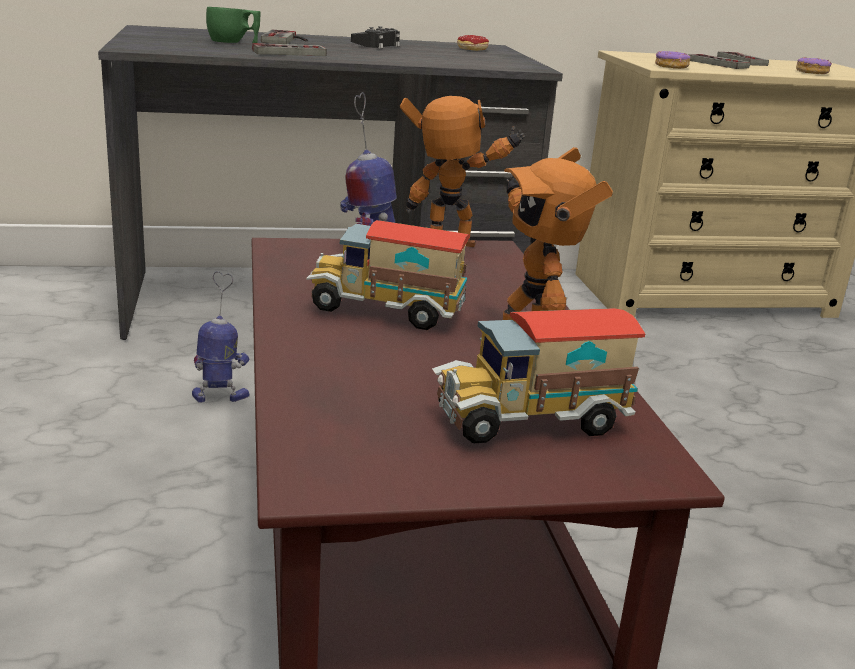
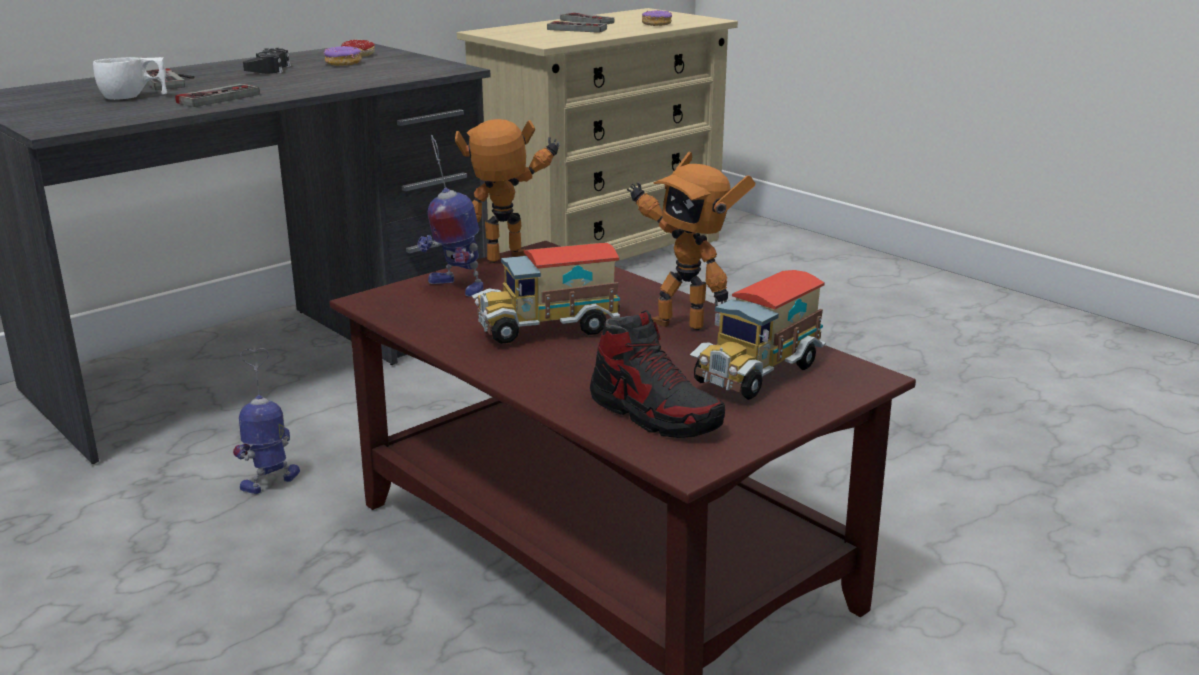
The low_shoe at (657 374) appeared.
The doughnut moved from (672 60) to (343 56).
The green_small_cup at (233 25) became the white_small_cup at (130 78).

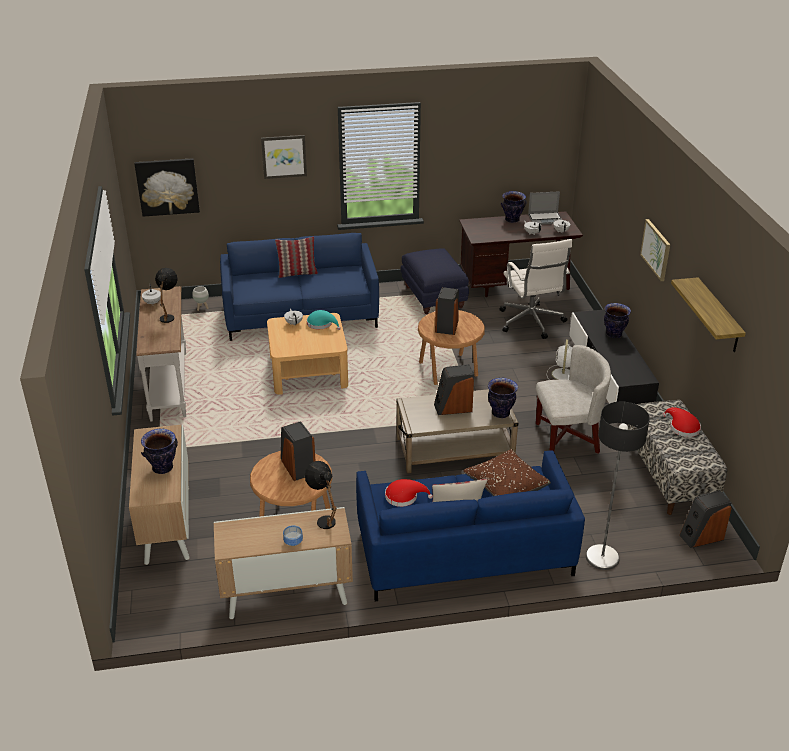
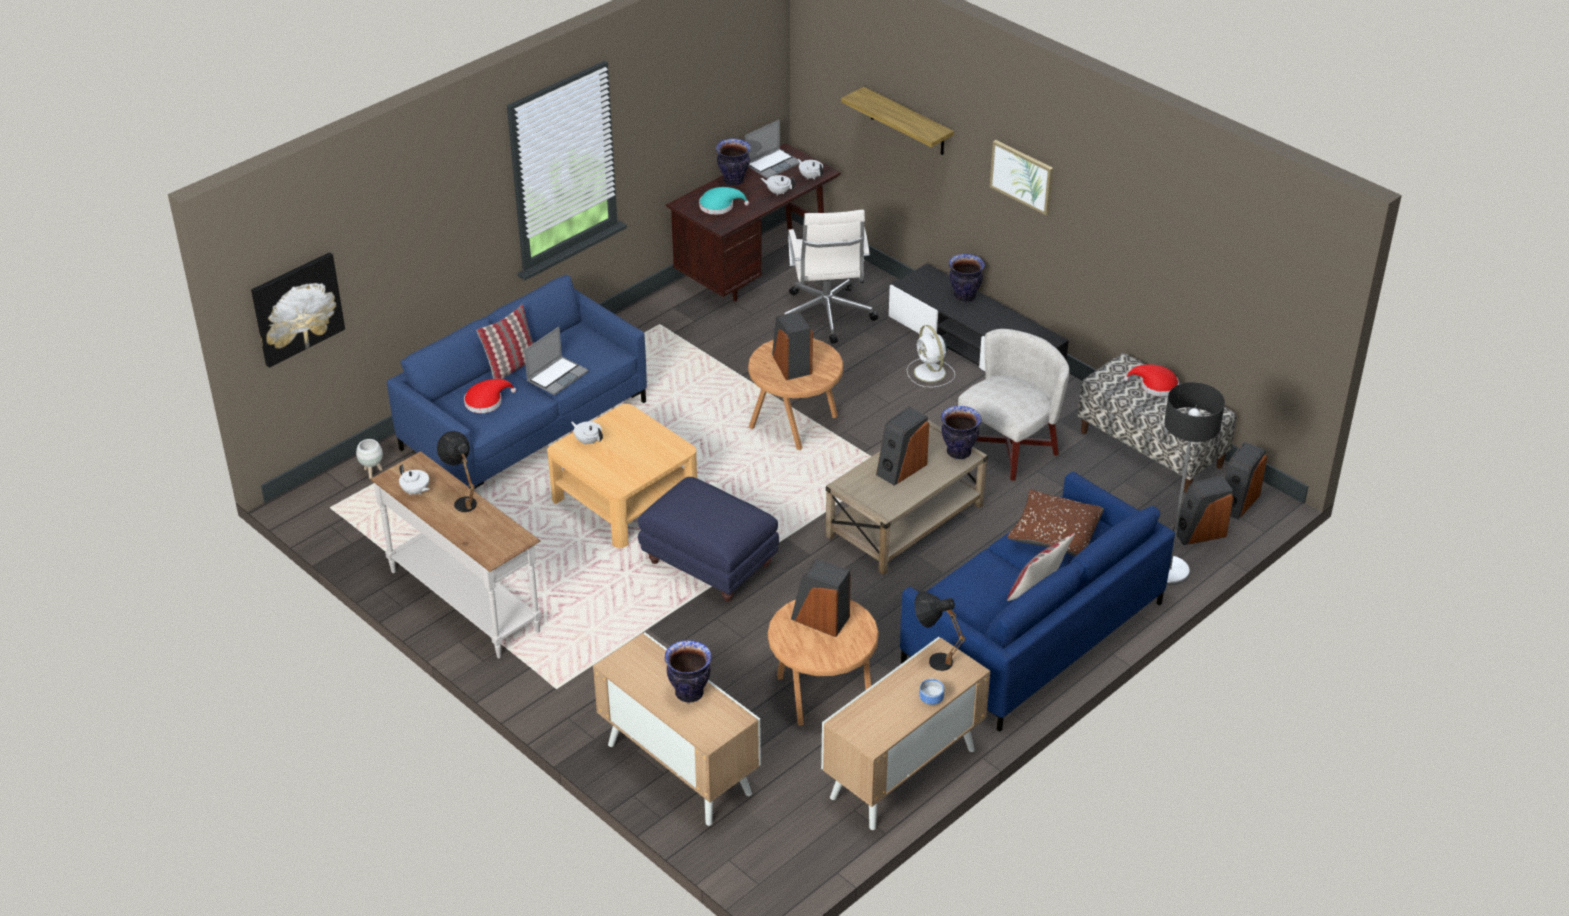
The picture at (284 157) disappeared.
The laptop at (556 361) appeared.
The speaker at (1203 510) appeared.
The turquoise-coloured_clothing_hat moved from (324 320) to (724 201).
The red_clothing_hat moved from (409 493) to (490 396).
The blue-coloured_pouffe moved from (435 281) to (708 539).
The wall_shelf moved from (708 314) to (897 121).
The white_office_chair at (535 289) turned 45 degrees clockwise.

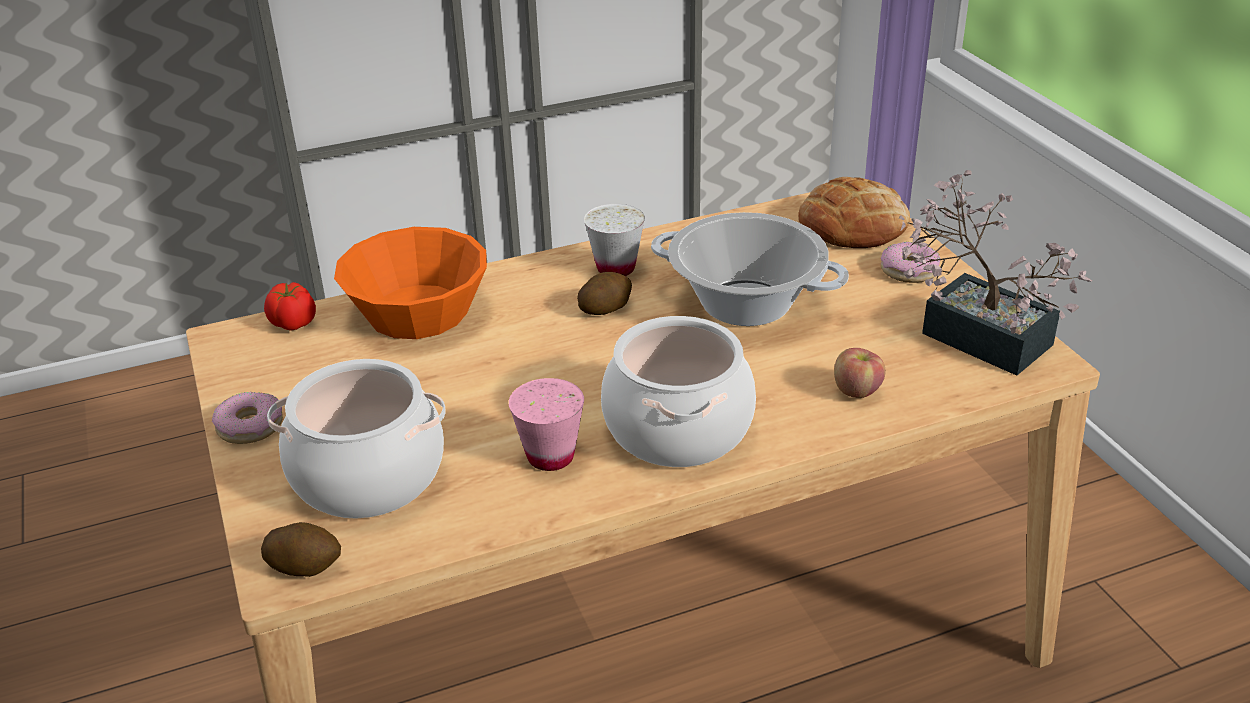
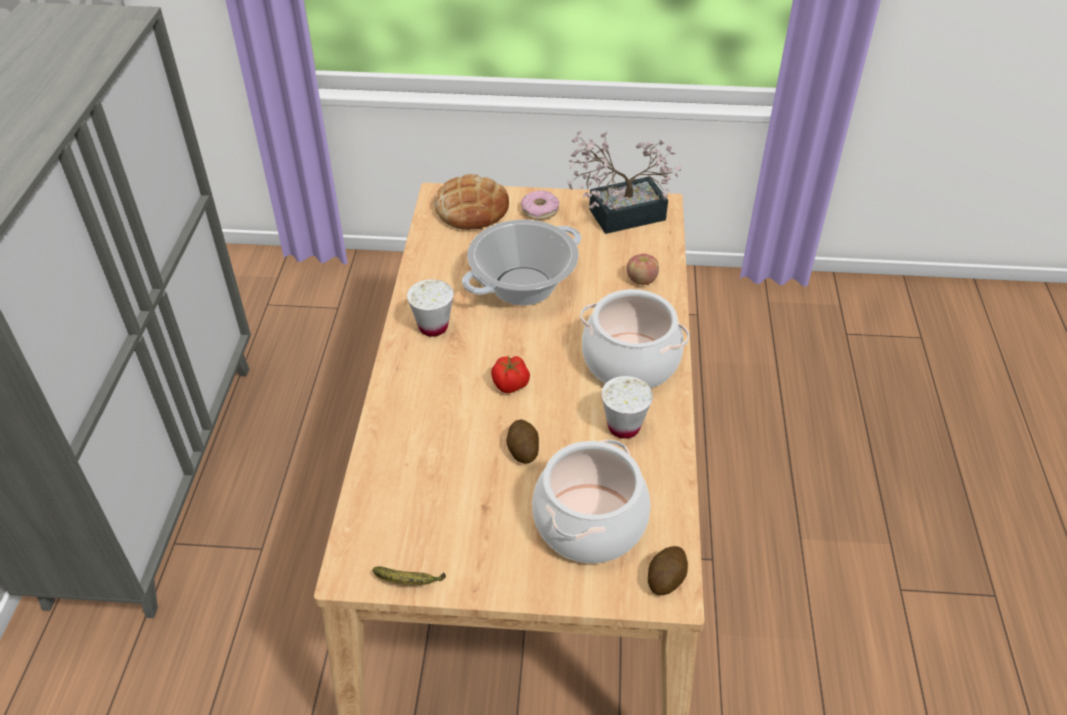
The doughnut at (247 418) disappeared.
The orange_bowl at (410 283) disappeared.
The banana at (409 575) appeared.
The fresh_tomato moved from (290 306) to (510 374).
The spud moved from (604 293) to (522 441).
The pink-coloured_small_cup at (546 424) became the white_small_cup at (627 407).

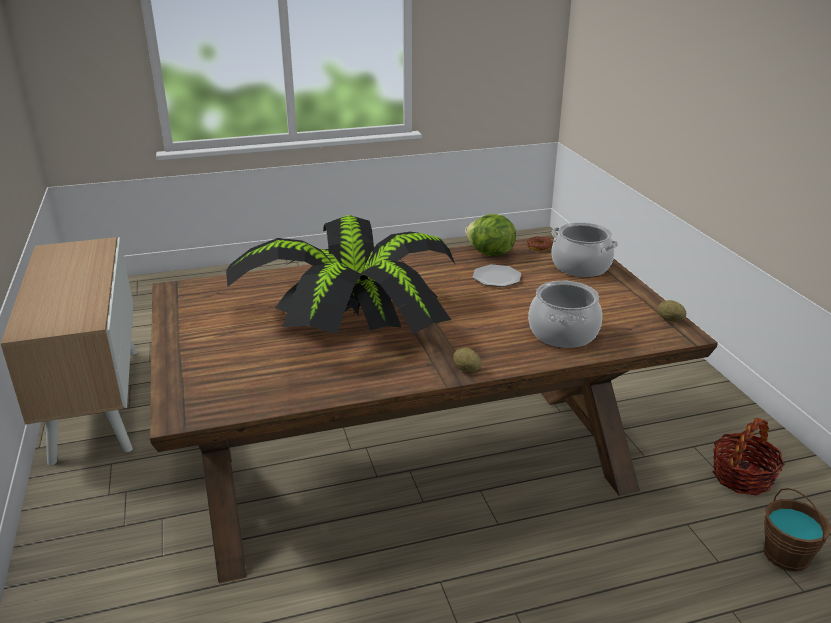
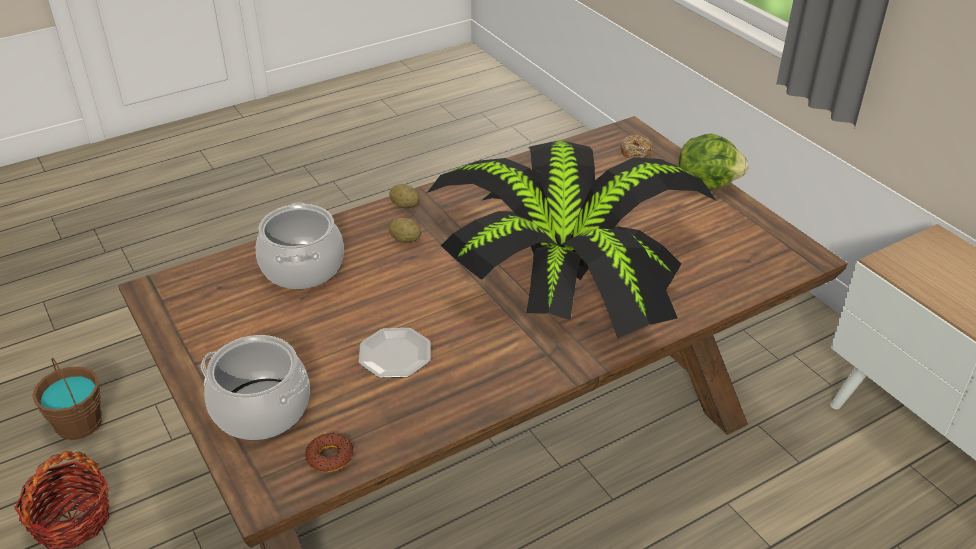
The doughnut at (636 146) appeared.
The lettuce_head moved from (490 235) to (714 161).
The spud moved from (671 311) to (405 230).

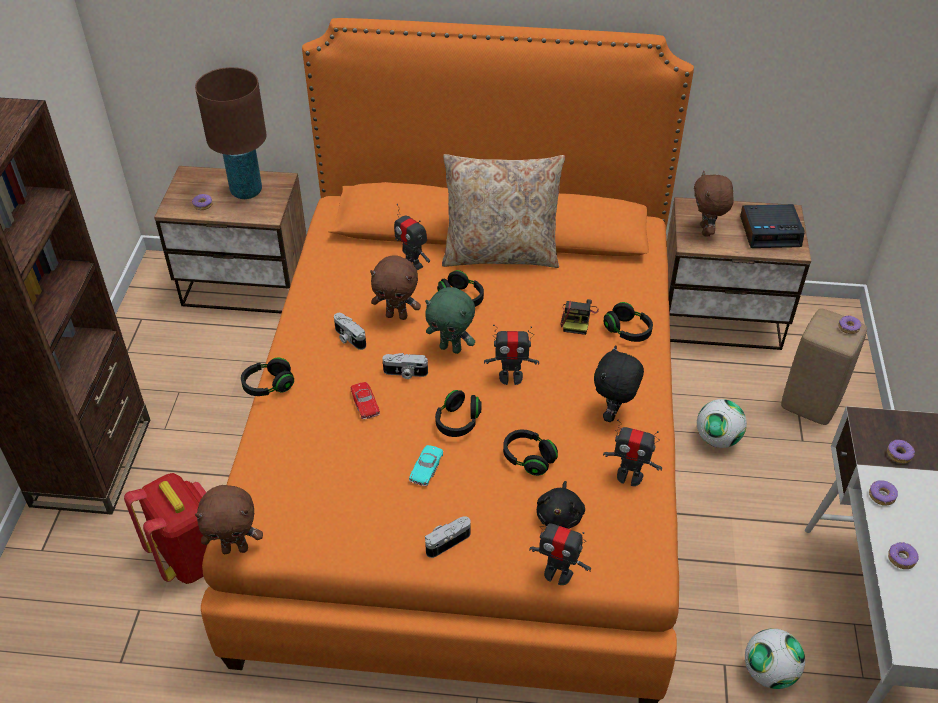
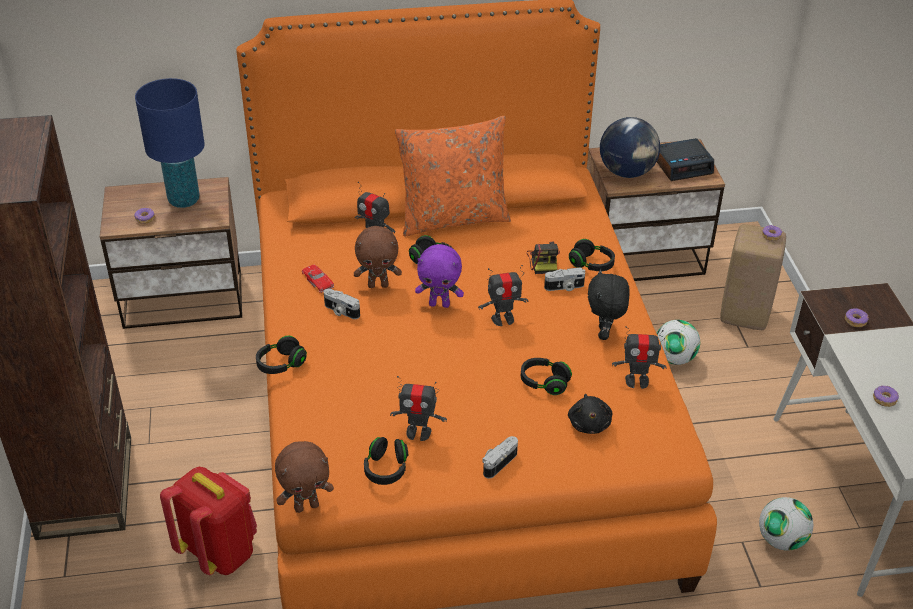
The turquoise-coloured_toy_car at (426 465) disappeared.
The doughnut at (883 493) disappeared.
The red_toy_car moved from (365 400) to (318 279).
The still_camera moved from (405 366) to (564 279).
The blackish_headset moved from (458 413) to (386 461).
The model_robot moved from (560 550) to (418 408).
The brownish_cuddly_toy at (714 203) was replaced by the globe at (630 147).
The brownish_lamp_for_a_table at (231 133) became the blue-coloured_lamp_for_a_table at (170 143).
The green_cuddly_toy at (450 320) became the purple-coloured_cuddly_toy at (439 276).
The sand-coloured_throw_pillow at (503 211) became the orange_throw_pillow at (453 176).

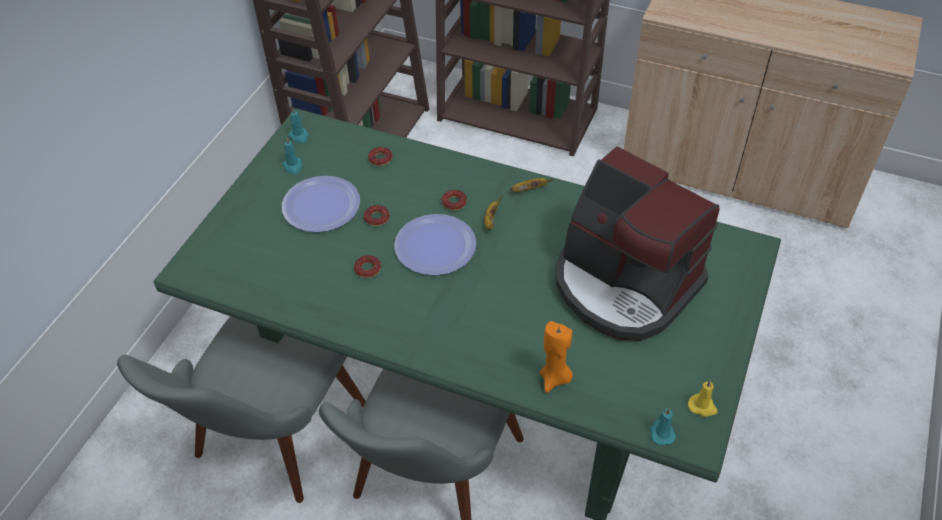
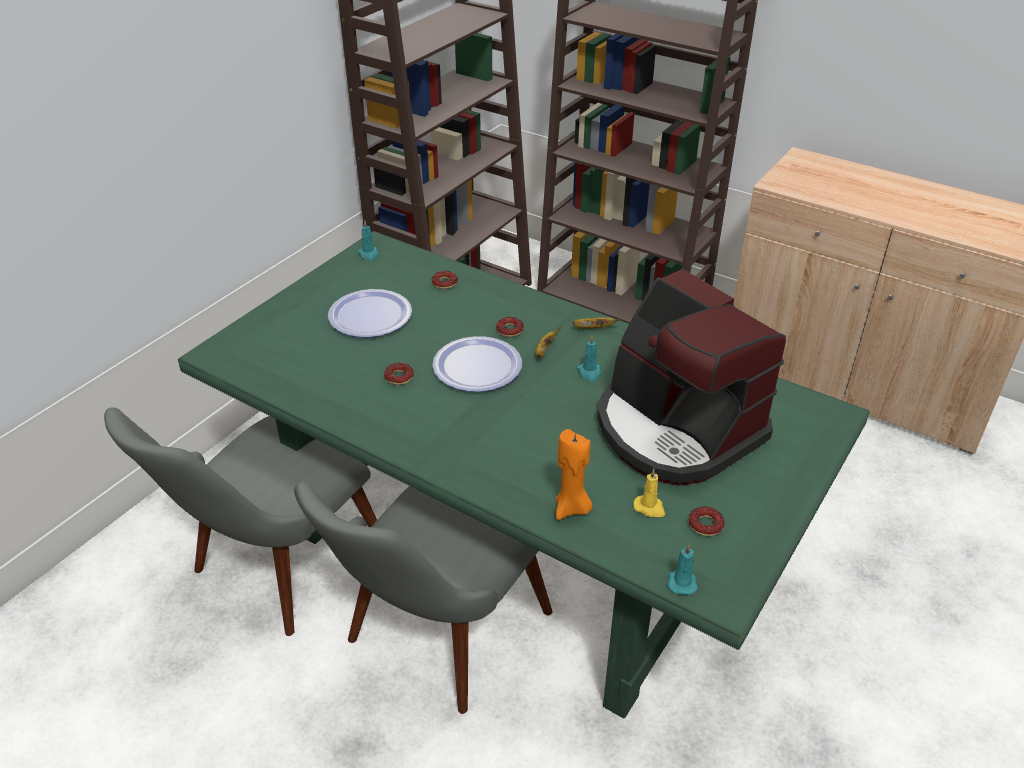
The turquoise-coloured_wax_light moved from (292 156) to (589 359).
The doughnut moved from (377 215) to (707 521).
The yellow-coloured_wax_light moved from (703 398) to (649 493).

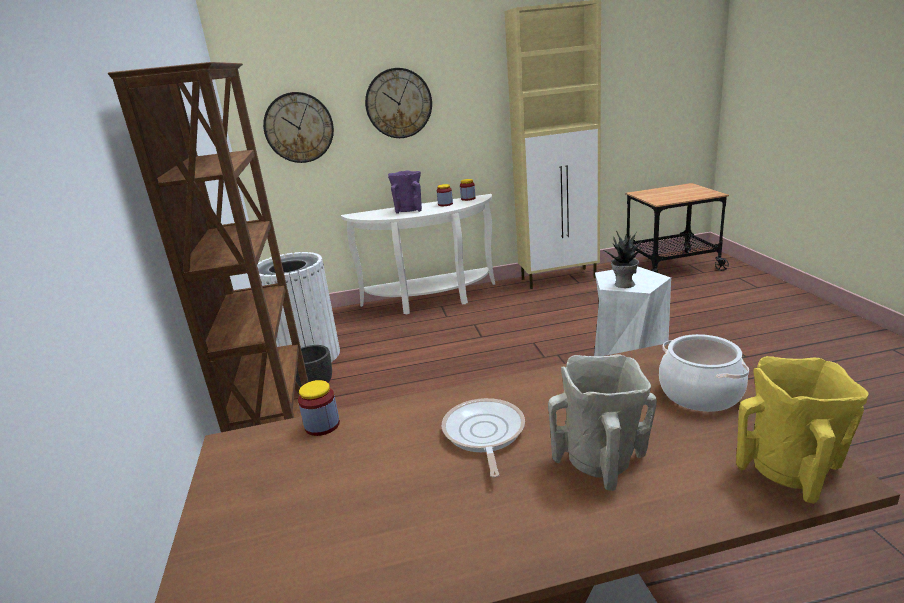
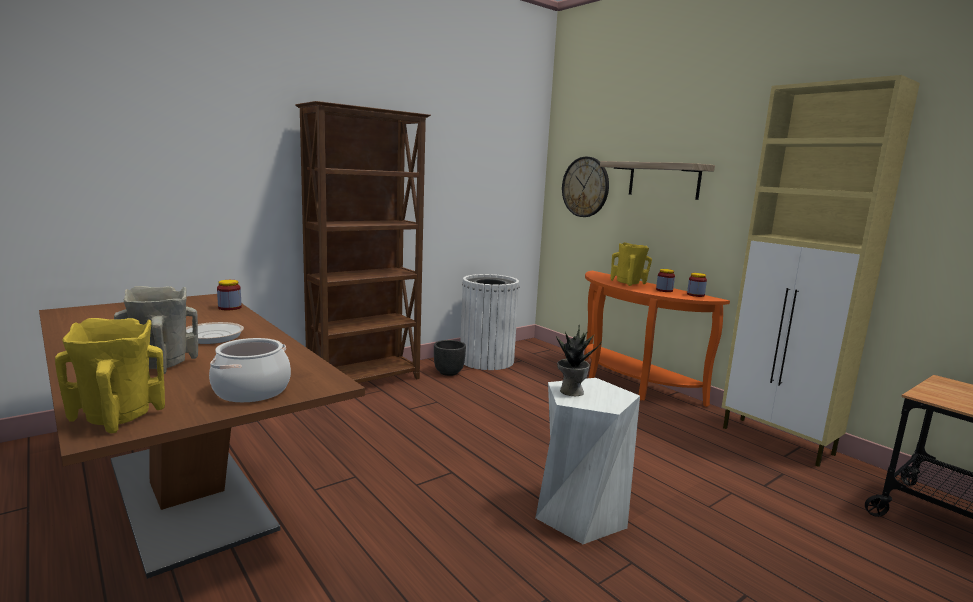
The wall_clock at (398 103) was replaced by the wall_shelf at (657 180).
The white_console_table at (418 254) became the orange_console_table at (657 339).
The purple-coloured_decorative_vase at (405 192) became the yellow-coloured_decorative_vase at (631 264).

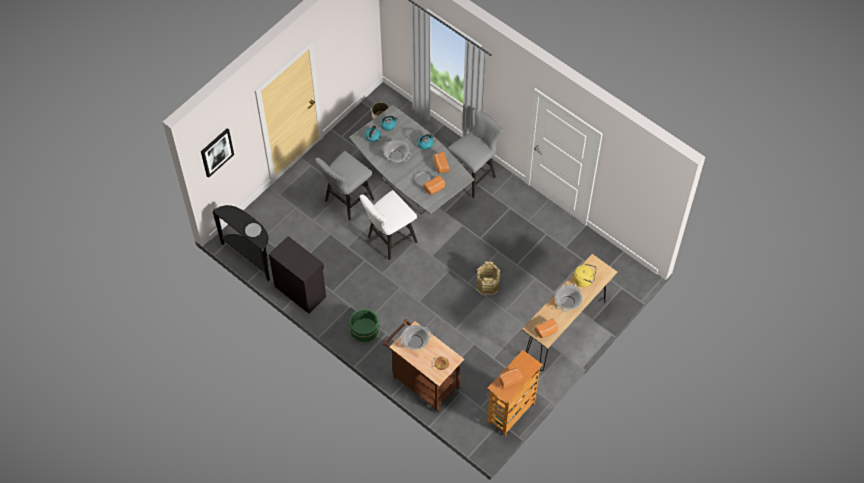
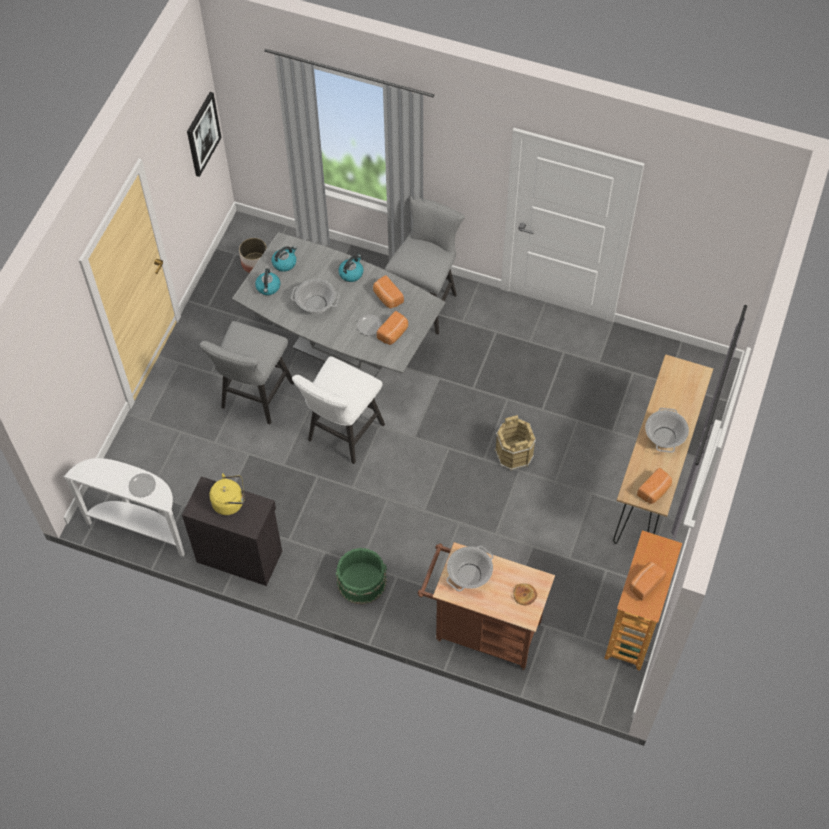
The picture moved from (217 153) to (204 134).
The yellow-coloured_tea_kettle moved from (584 274) to (227 494).
The blackish_console_table at (241 243) became the white_console_table at (124 507).

